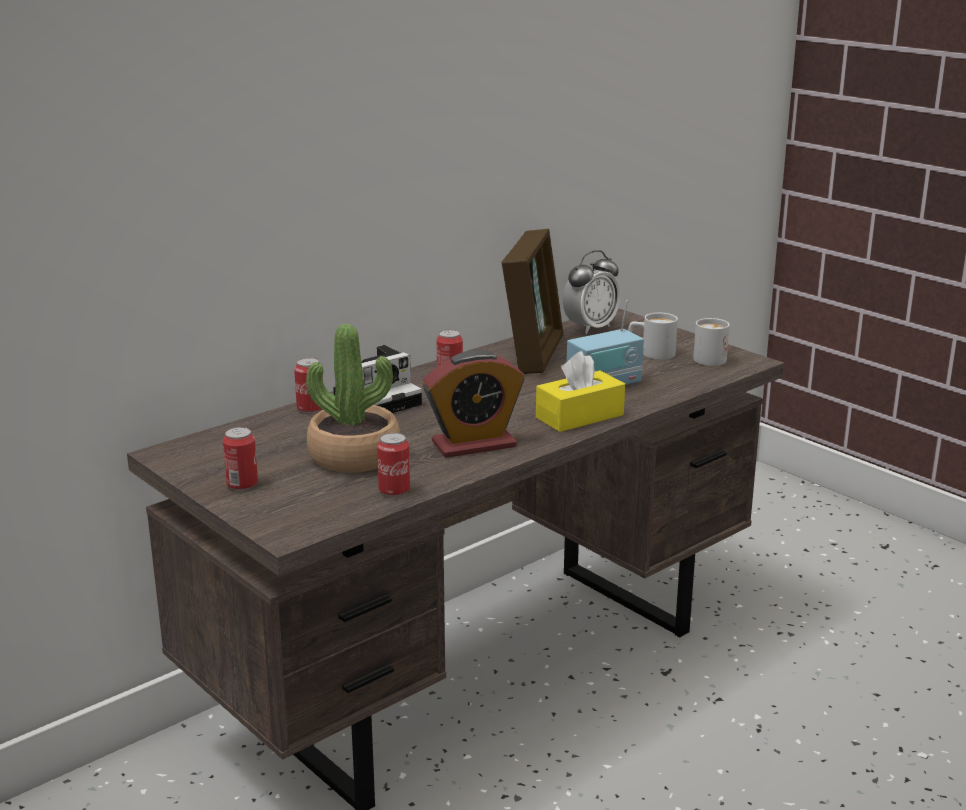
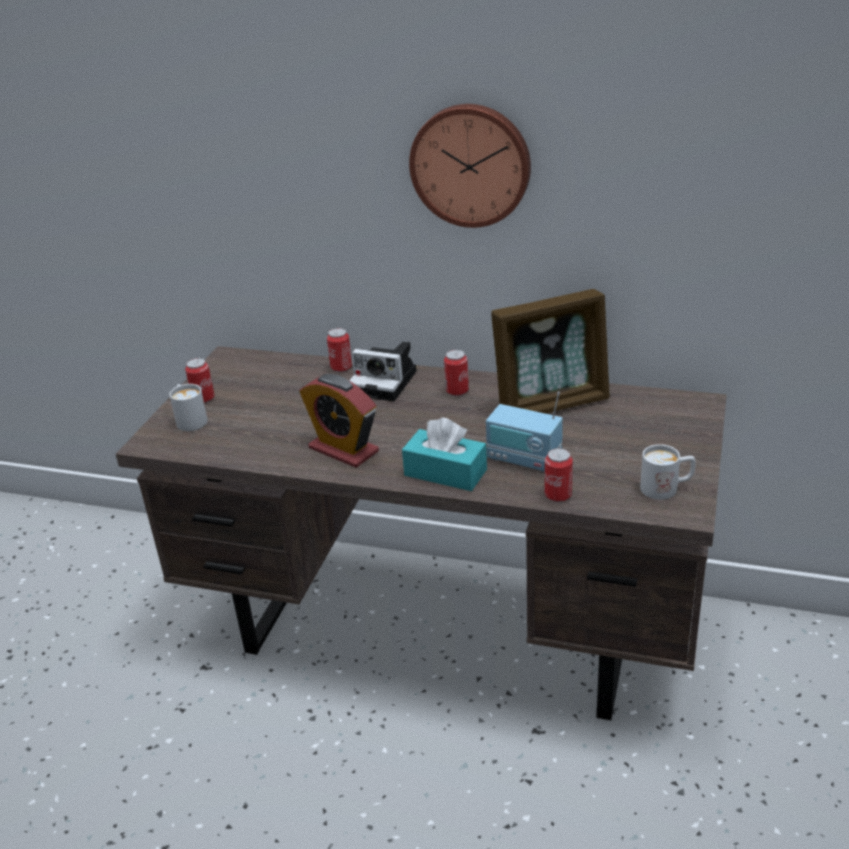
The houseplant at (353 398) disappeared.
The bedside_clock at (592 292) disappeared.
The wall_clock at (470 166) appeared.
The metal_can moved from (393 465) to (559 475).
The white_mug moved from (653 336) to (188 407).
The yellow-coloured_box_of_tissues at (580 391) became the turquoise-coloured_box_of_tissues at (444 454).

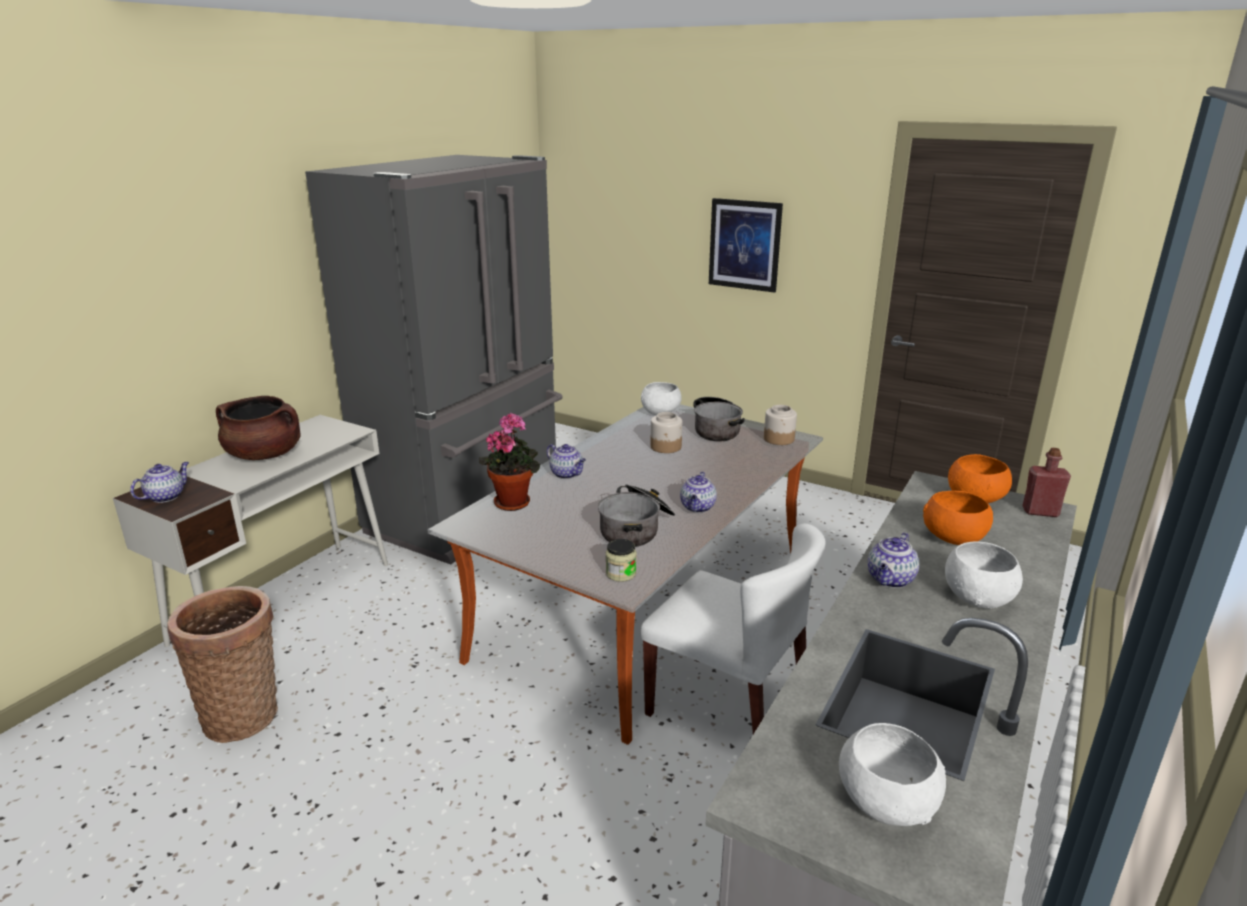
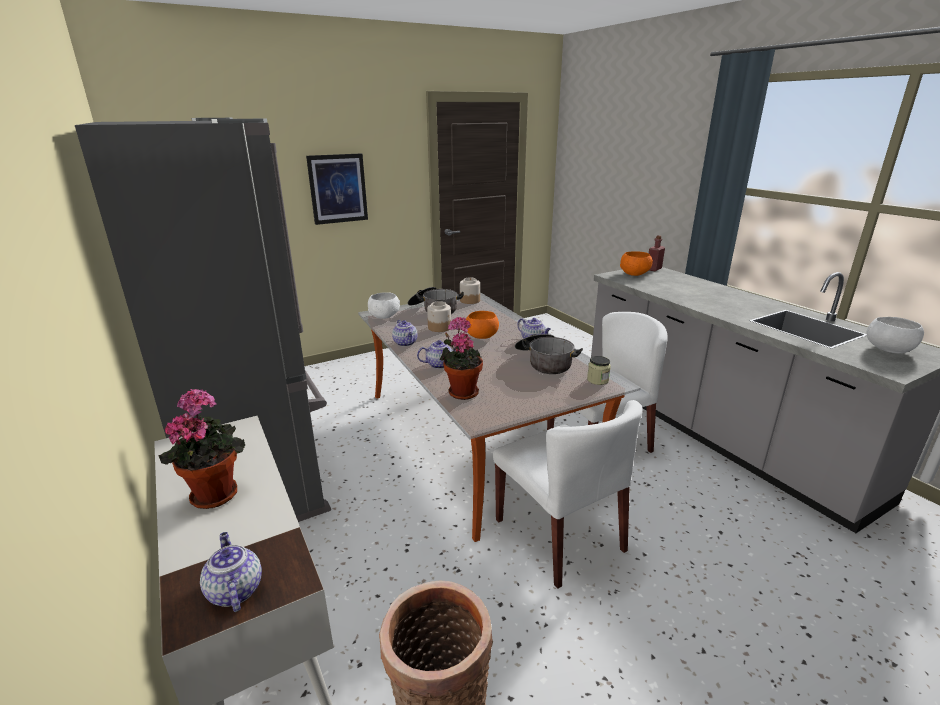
The white_bowl at (984 575) disappeared.
The white_chair at (568 494) appeared.
The tea_pot moved from (893 560) to (404 333).
The orange_bowl moved from (958 518) to (482 325).
The brownish_saucepot at (258 428) was replaced by the houseplant at (201 449).

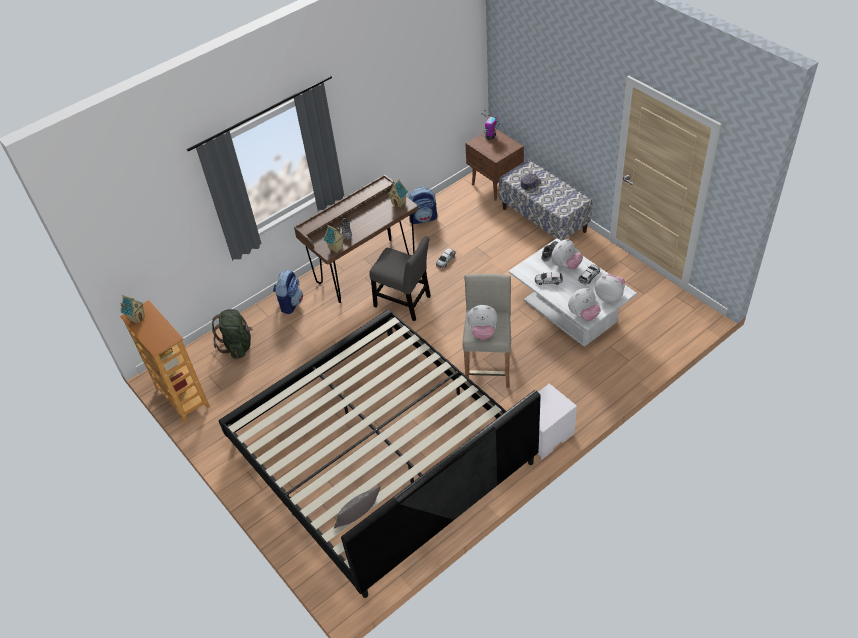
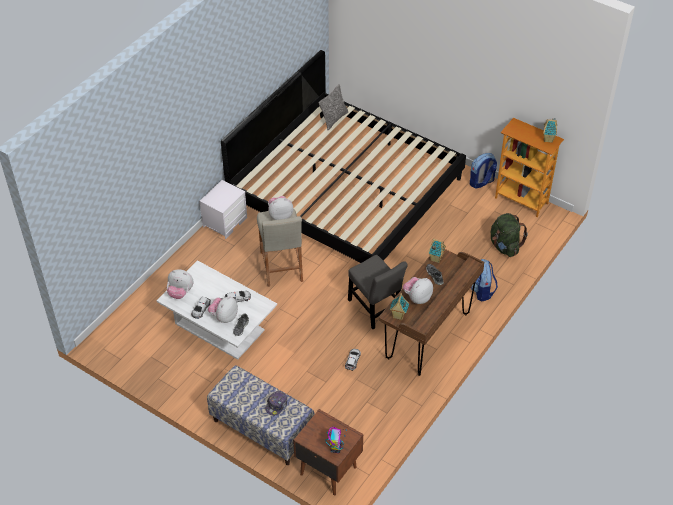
The backpack moved from (422 205) to (483 170).
The cuddly_toy moved from (584 304) to (418 290).
The grey_chair at (400 278) turned 135 degrees counterclockwise.

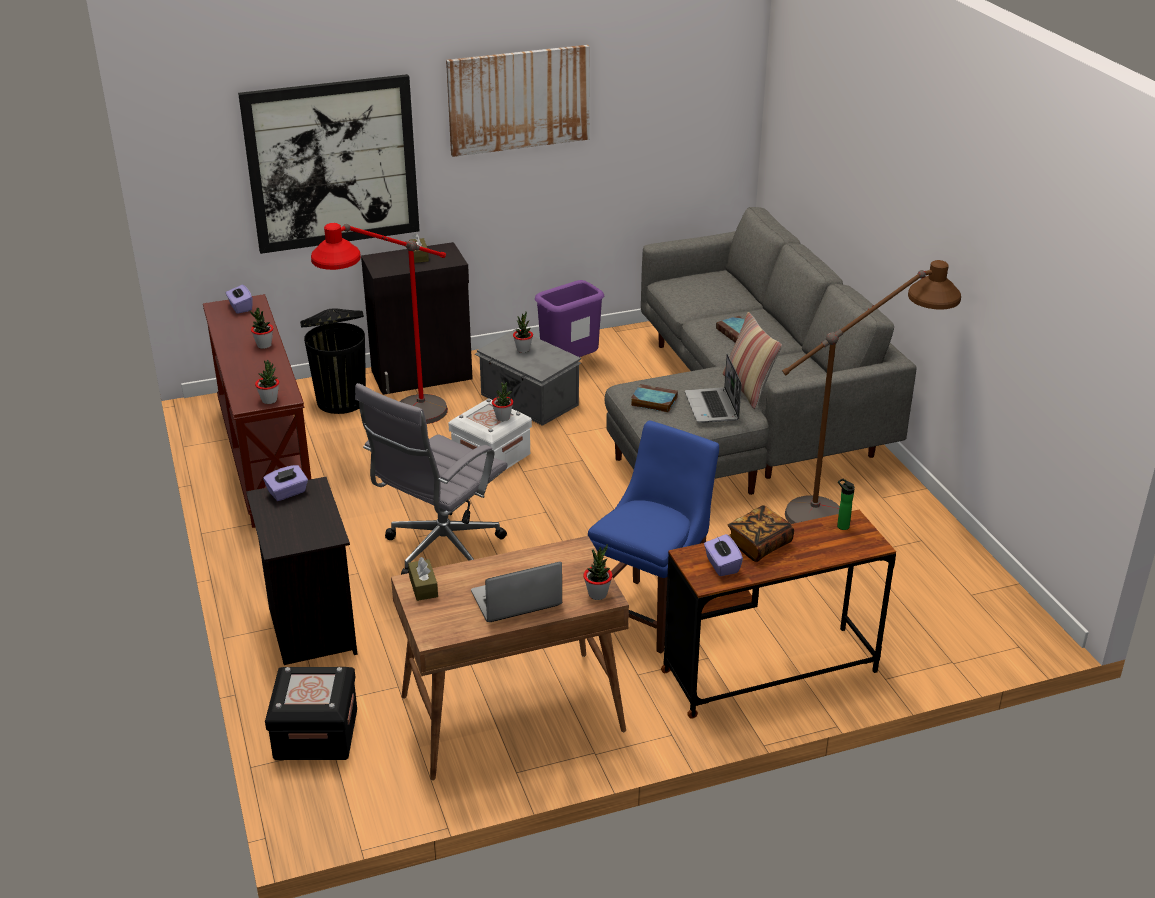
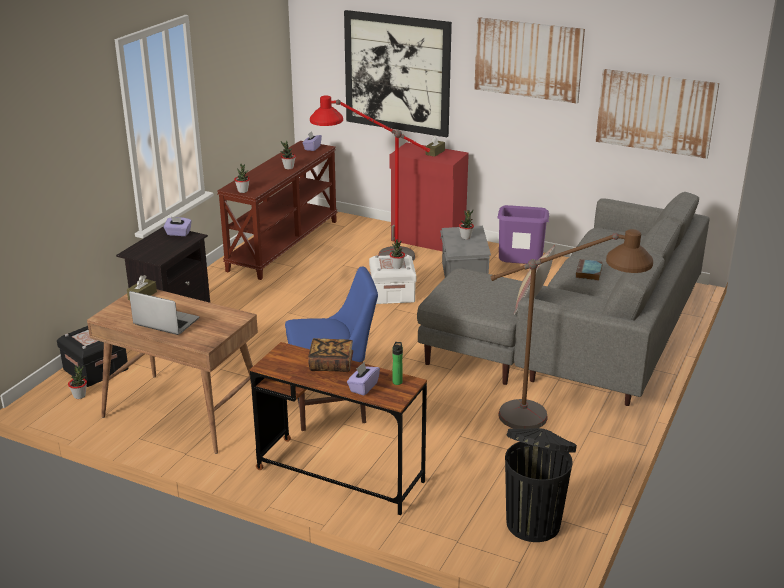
The grey_office_chair at (431 479) disappeared.
The volume at (654 398) disappeared.
The laptop at (713 388) disappeared.
The picture at (657 114) appeared.
The blackish_trash_can moved from (333 361) to (541 485).
The houseplant moved from (598 572) to (77 382).
The purple-coloured_box_of_tissues moved from (723 555) to (363 378).
The blackish_cupboard at (417 318) became the red_cupboard at (429 196).

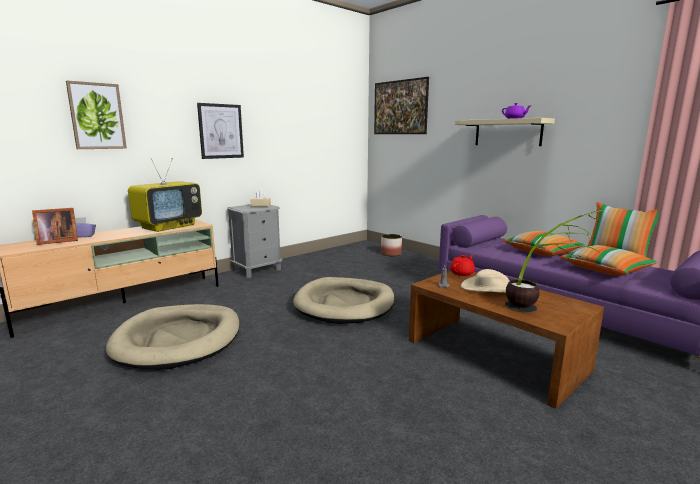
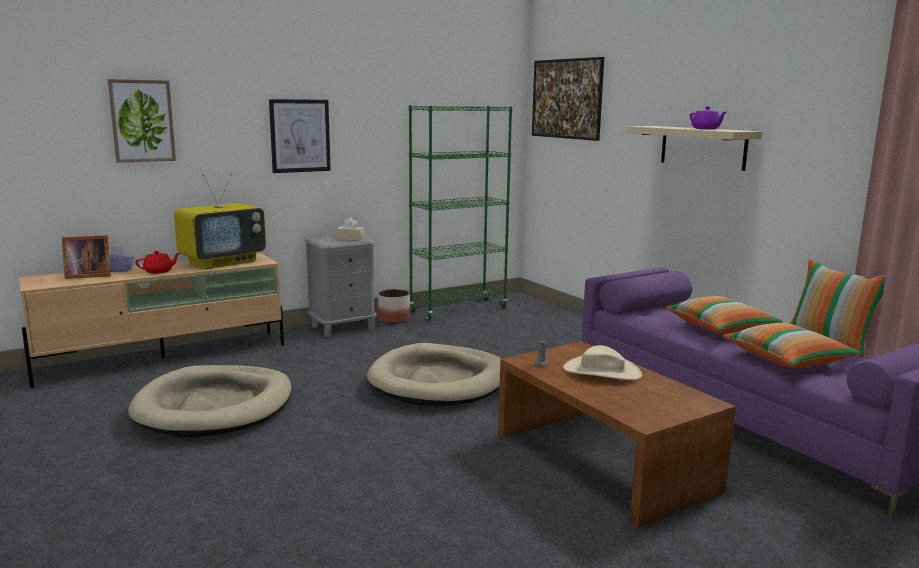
The houseplant at (554 261) disappeared.
The green_bookcase at (460 213) appeared.
The flower_pot moved from (391 245) to (394 306).
The red_tea_pot moved from (462 265) to (157 262).

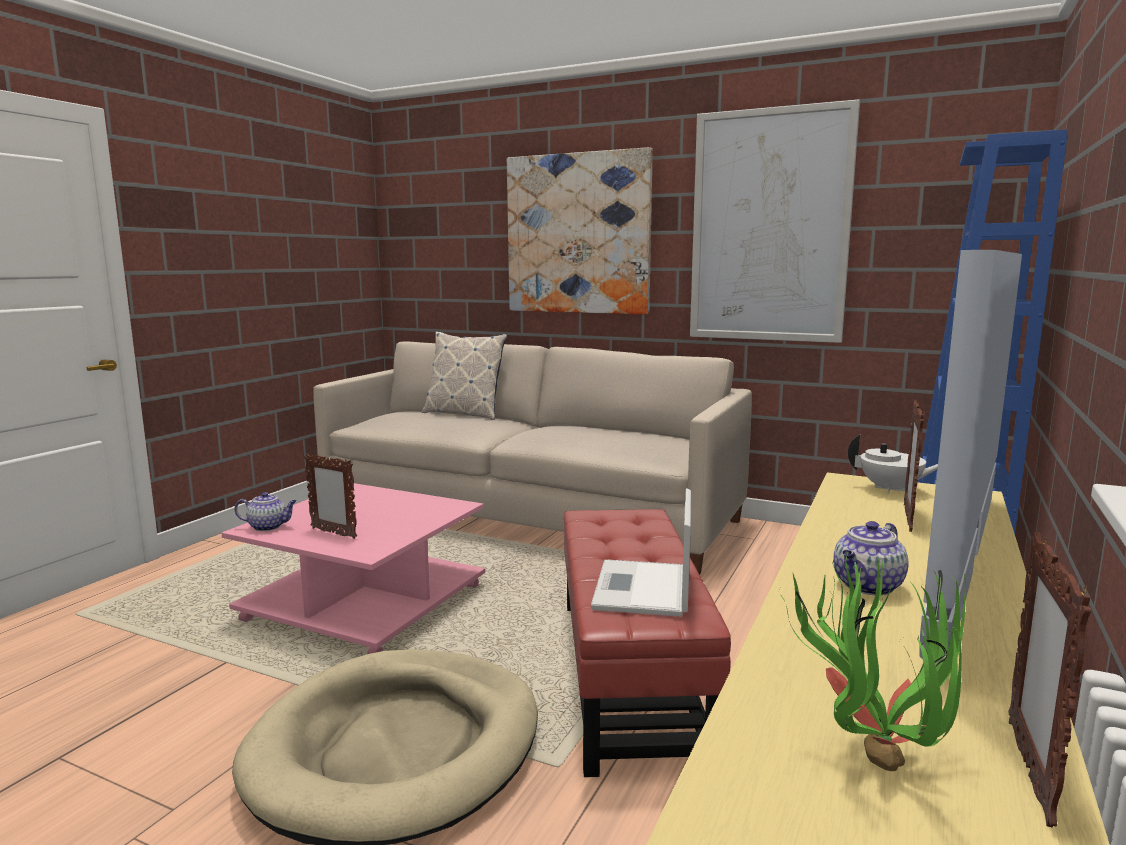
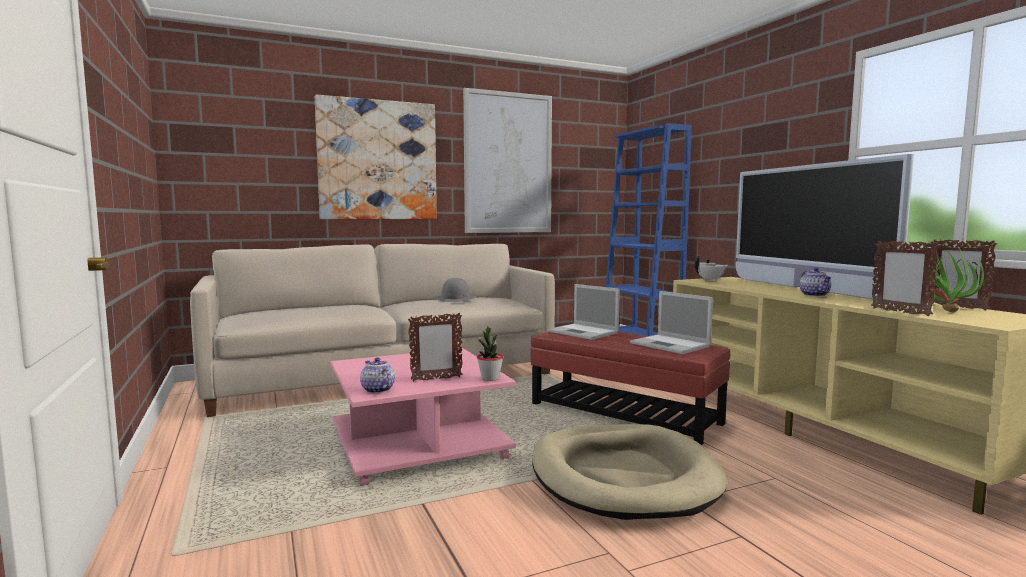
The throw_pillow at (464 376) disappeared.
The grey_clothing_hat at (456 290) appeared.
The houseplant at (490 353) appeared.
The laptop at (584 312) appeared.
The photo_frame moved from (914 466) to (905 278).
The tea_pot at (266 511) turned 75 degrees counterclockwise.

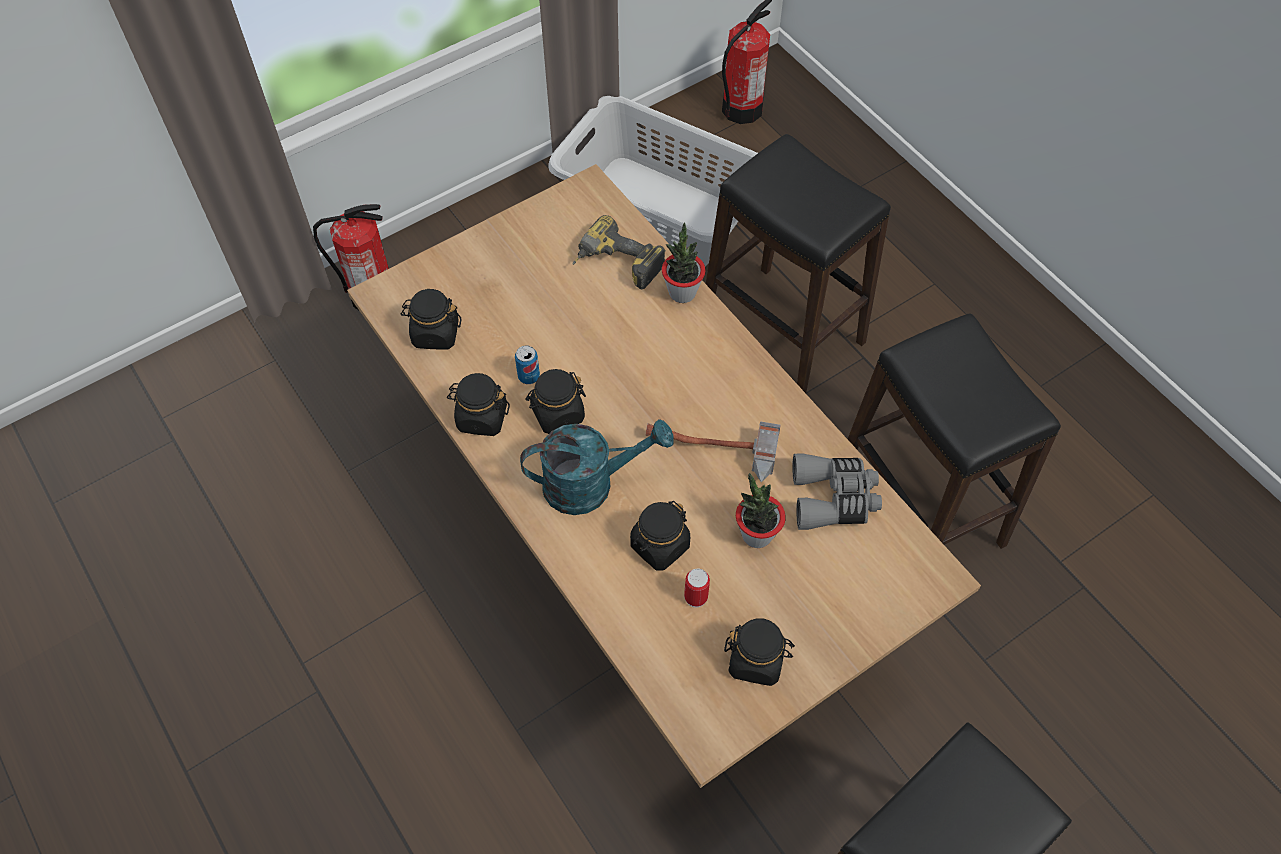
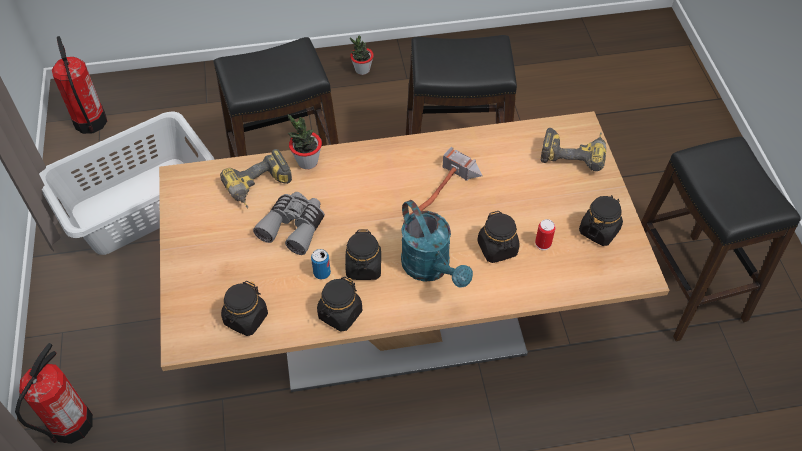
The drill at (573 149) appeared.
The houseplant moved from (761 510) to (362 55).
The grey_binoculars moved from (837 491) to (289 223).
The turquoise-coloured_sprinkling_can at (597 467) turned 135 degrees clockwise.

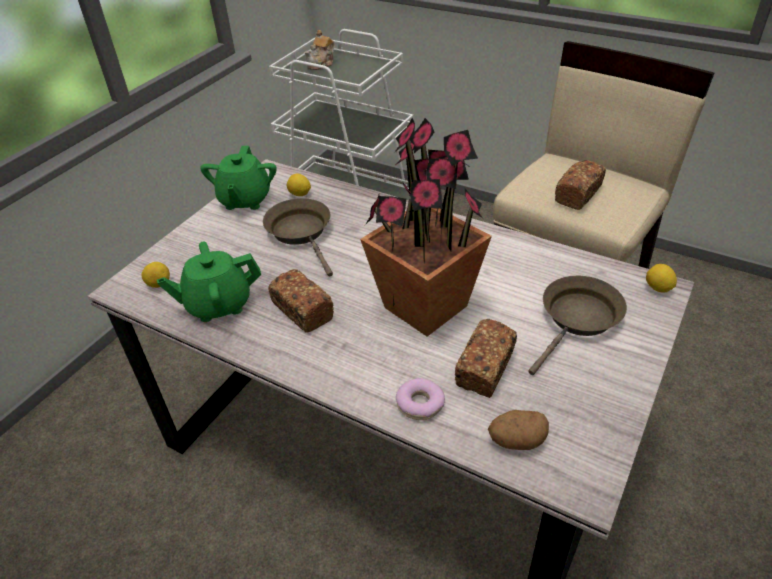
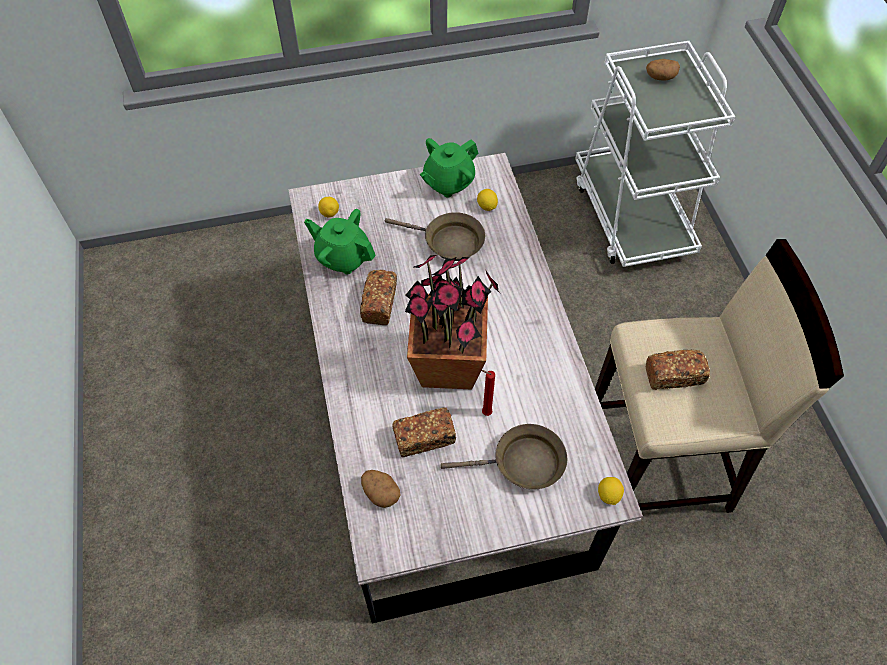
The doughnut at (420 399) disappeared.
The red_wax_light at (488 393) appeared.
The tea_pot at (319 50) was replaced by the spud at (663 70).
The brownish_skillet at (298 237) turned 90 degrees clockwise.

